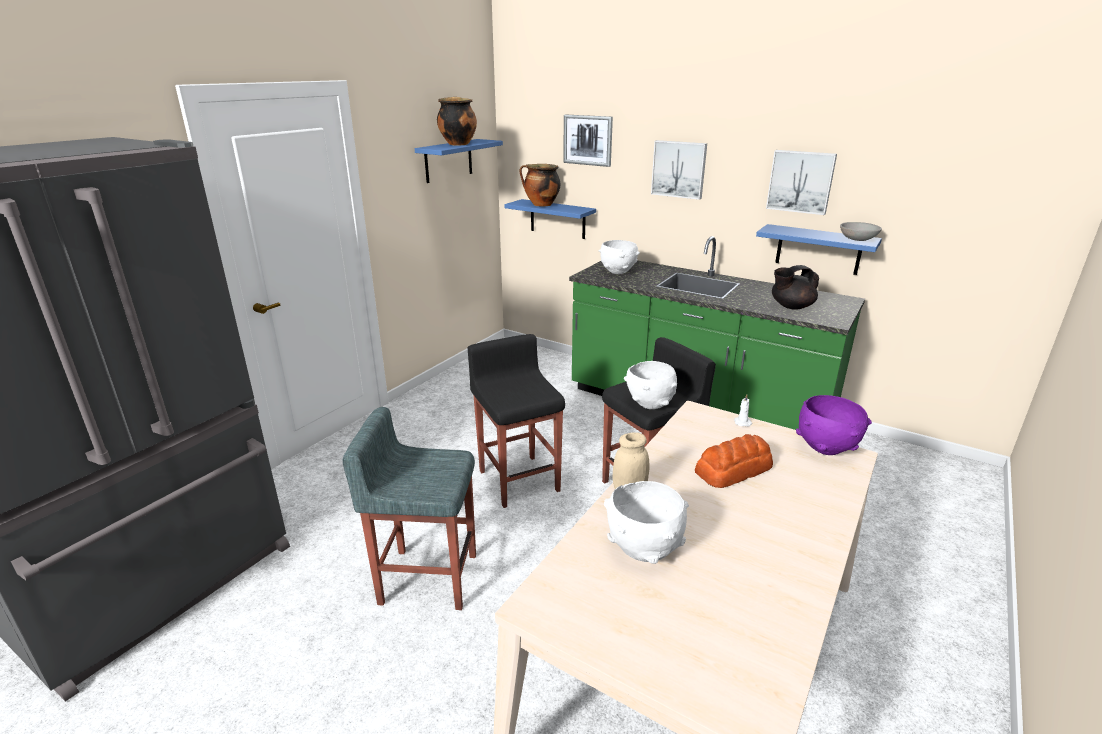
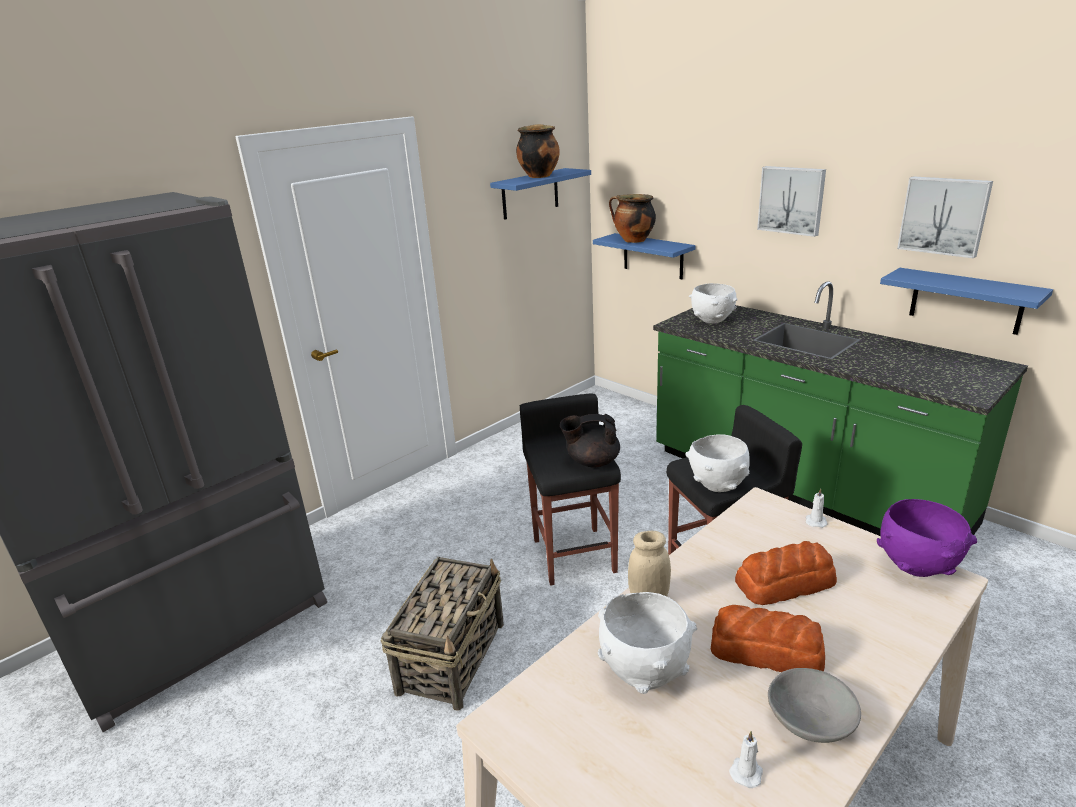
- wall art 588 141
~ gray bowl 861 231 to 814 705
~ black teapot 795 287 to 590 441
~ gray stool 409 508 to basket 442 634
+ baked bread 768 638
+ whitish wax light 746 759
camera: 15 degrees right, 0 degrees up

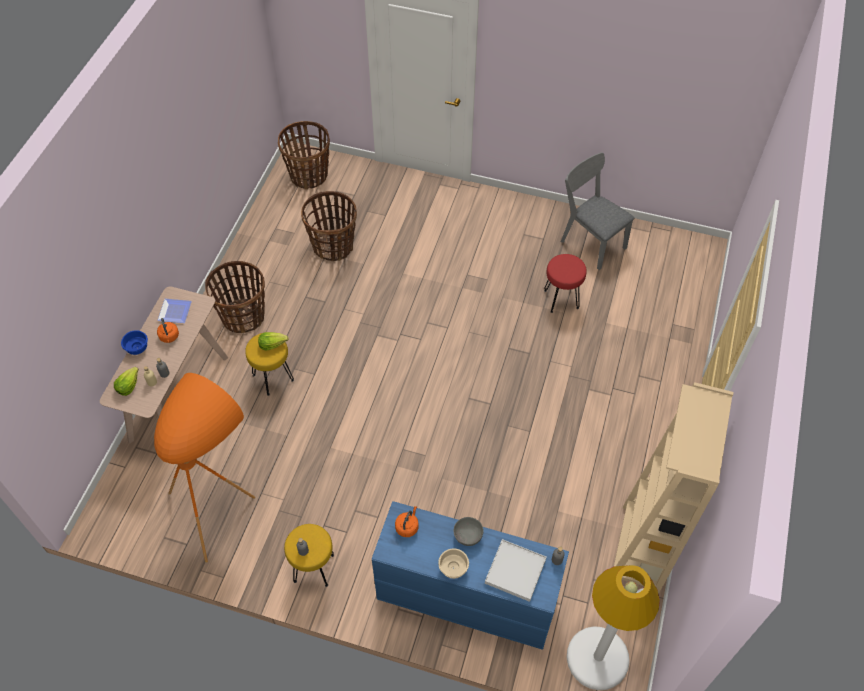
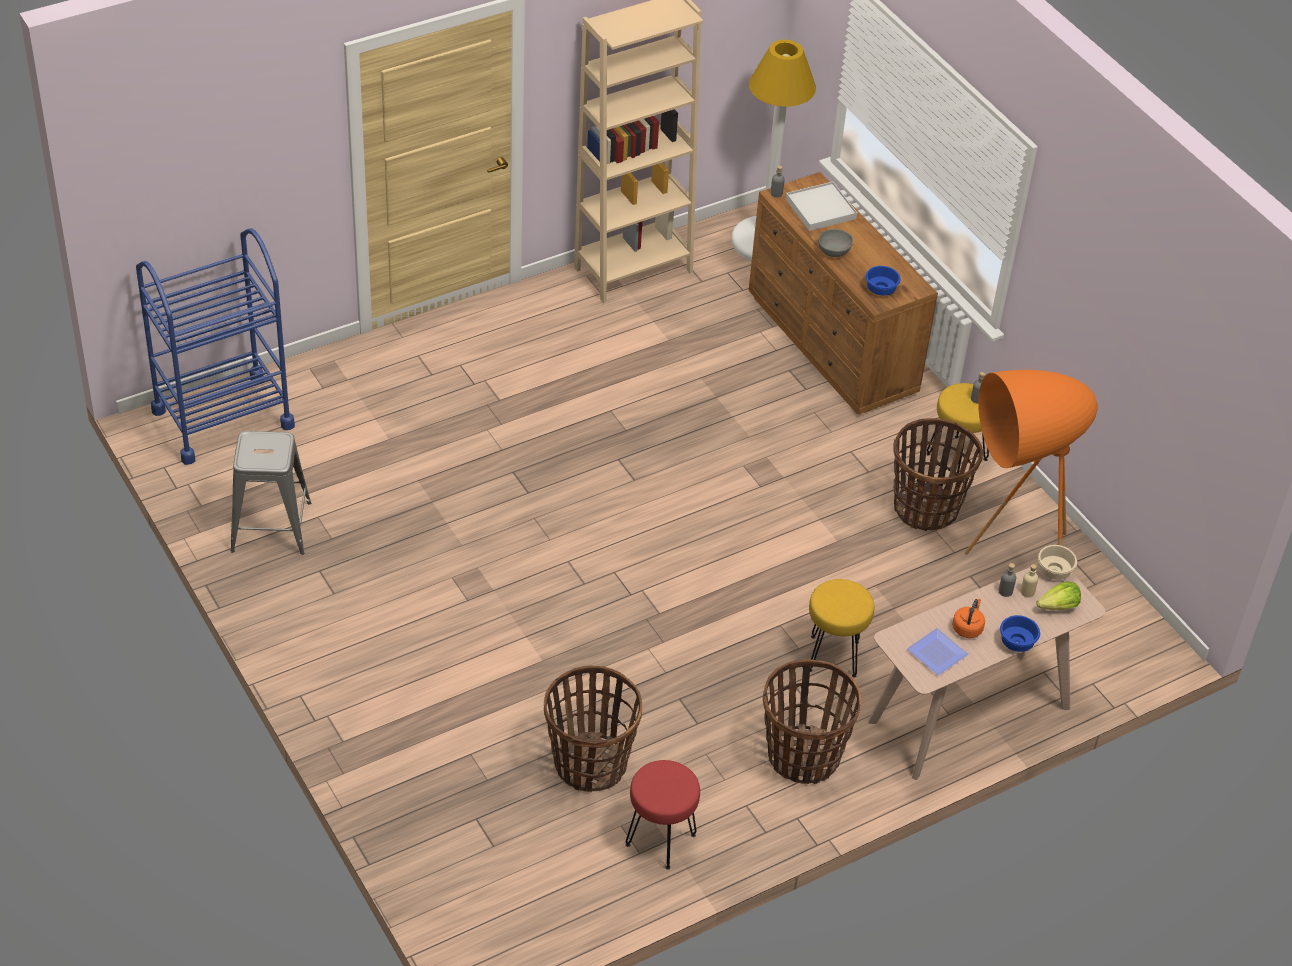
~ basket 304 155 to 938 474
~ gray plain chair 597 211 to gray stool 270 493
~ red-coloured stool 565 283 to 663 815
- lettuce head 273 341
~ bluish chest of drawers 470 575 to brown-coloured chest of drawers 843 293
~ orange water kettle 407 521 to bluish bowl 883 281
~ beige bowl 453 563 to 1057 562
+ bluish trolley 215 346
camera: 140 degrees left, 10 degrees down

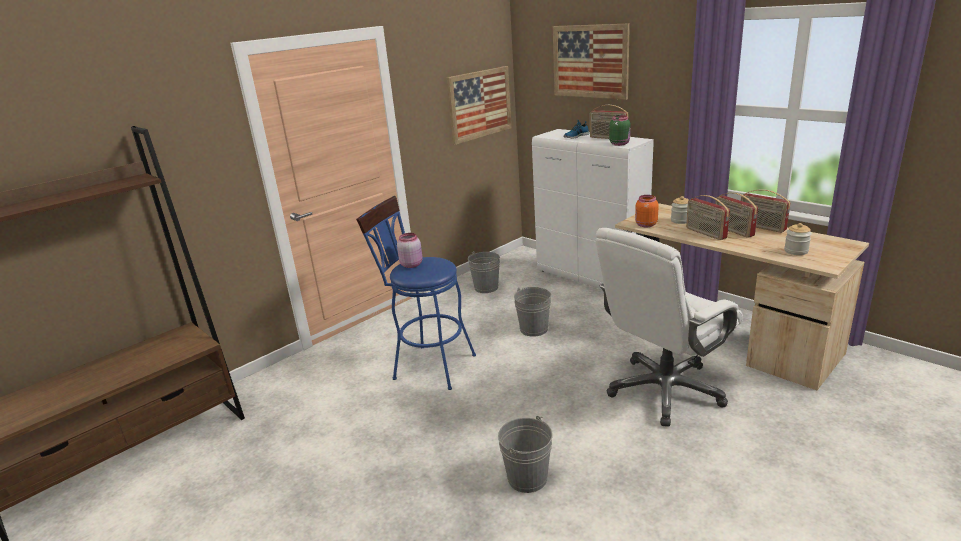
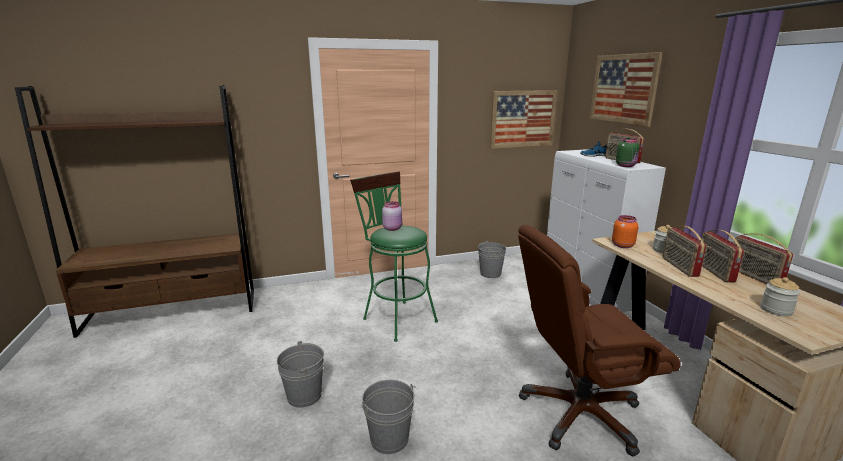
~ bluish stool 416 293 to green stool 394 256
~ whitish computer chair 669 327 to brown-coloured computer chair 599 340
~ gray water bucket 532 312 to 300 374
camera: 25 degrees right, 5 degrees down

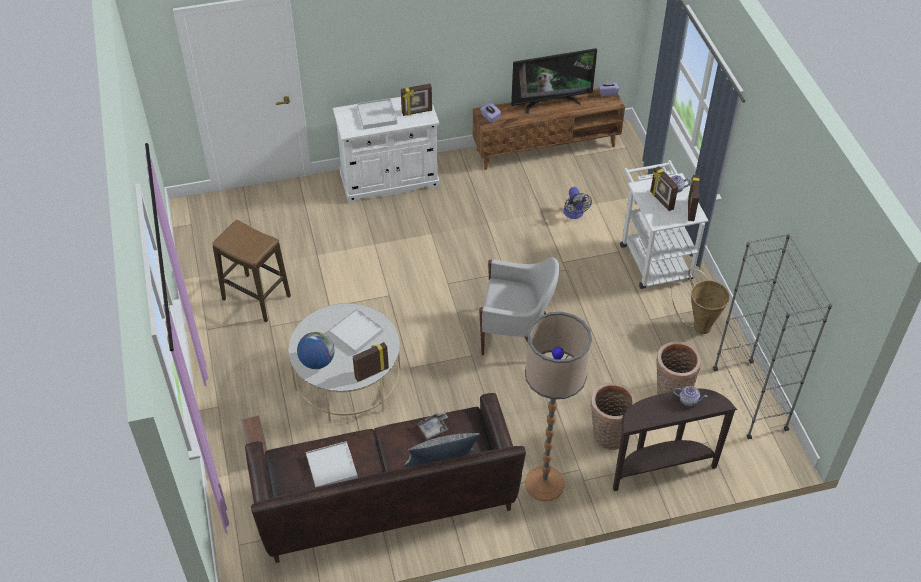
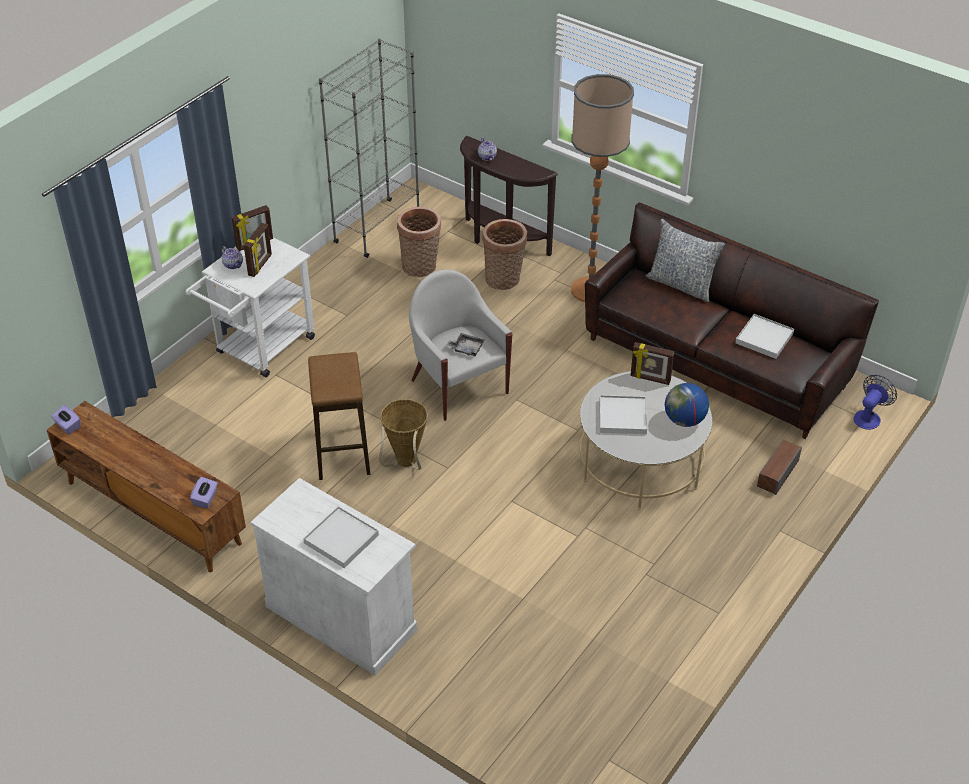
- TV 554 81
- standing frame 416 100
~ fan 577 203 to 875 402
~ stool 251 271 to 339 416
~ basket 700 301 to 403 434
~ gray serving tray 432 425 to 466 344
camera: 130 degrees left, 5 degrees down

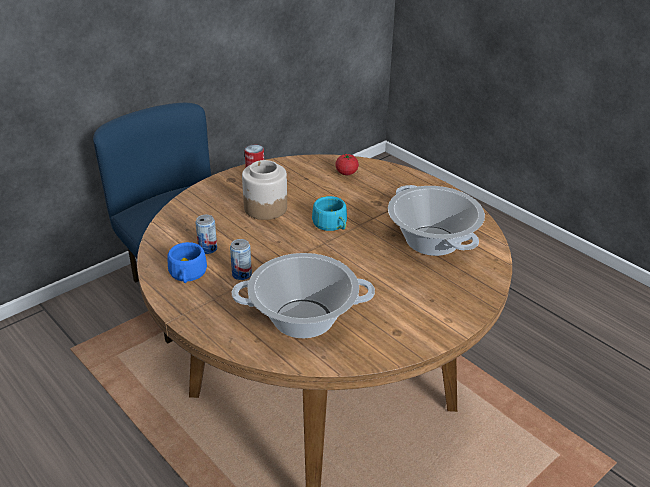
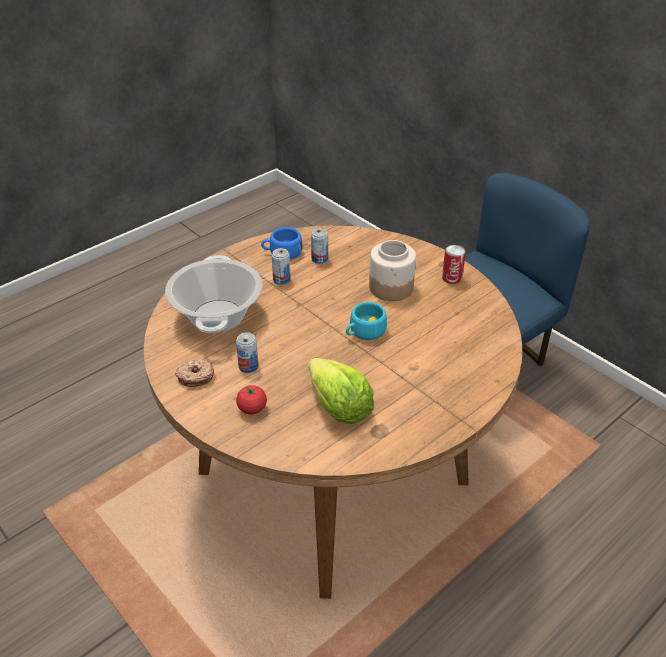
~ whole tomato 347 164 to 251 399
~ stockpot 436 220 to lettuce head 341 391
+ can 247 352
+ ring doughnut 194 373
camera: 90 degrees right, 5 degrees up

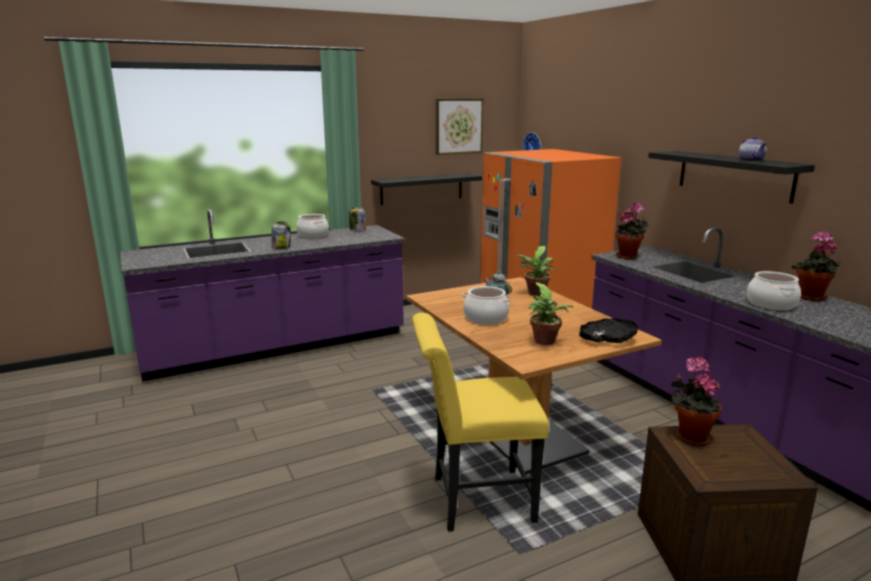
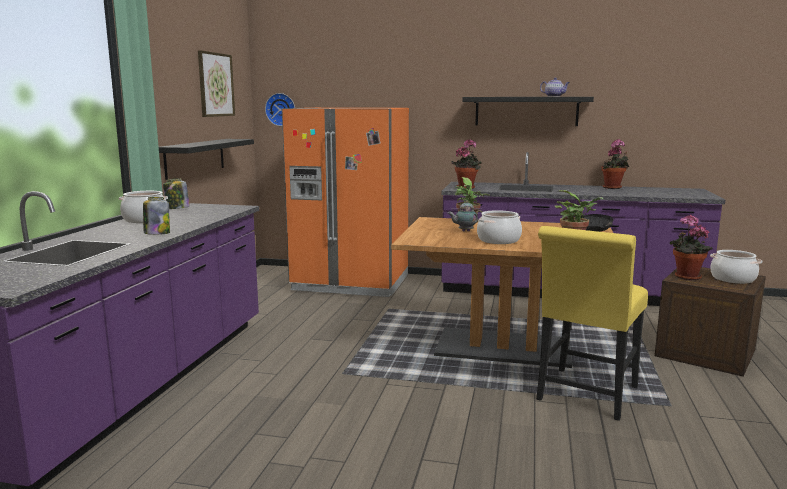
~ stockpot 774 290 to 736 267
camera: 50 degrees left, 5 degrees down

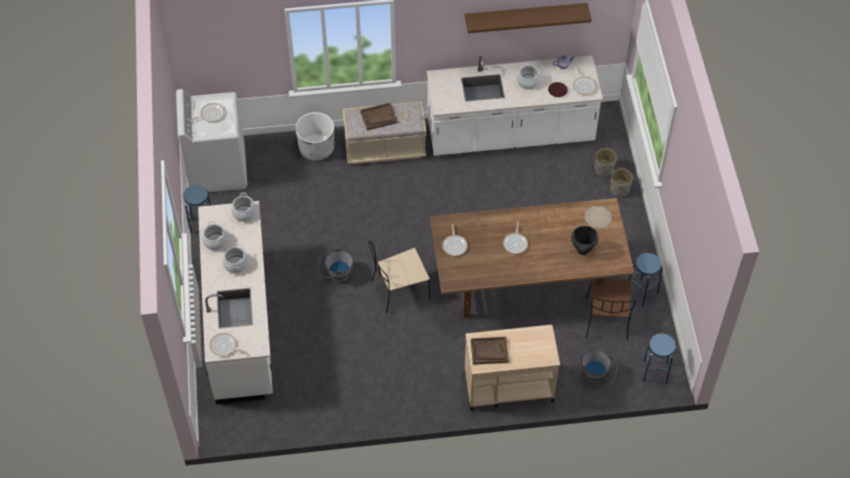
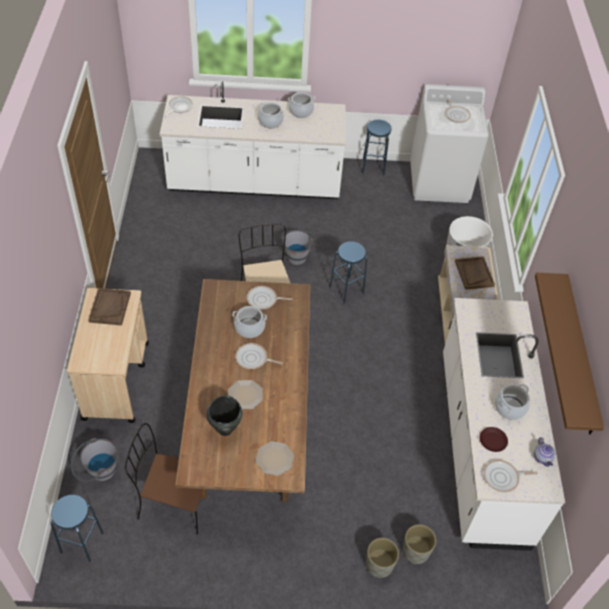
~ stockpot 244 207 to 249 322
~ bluish stool 646 280 to 348 272
+ plate 245 395
camera: 95 degrees right, 5 degrees down

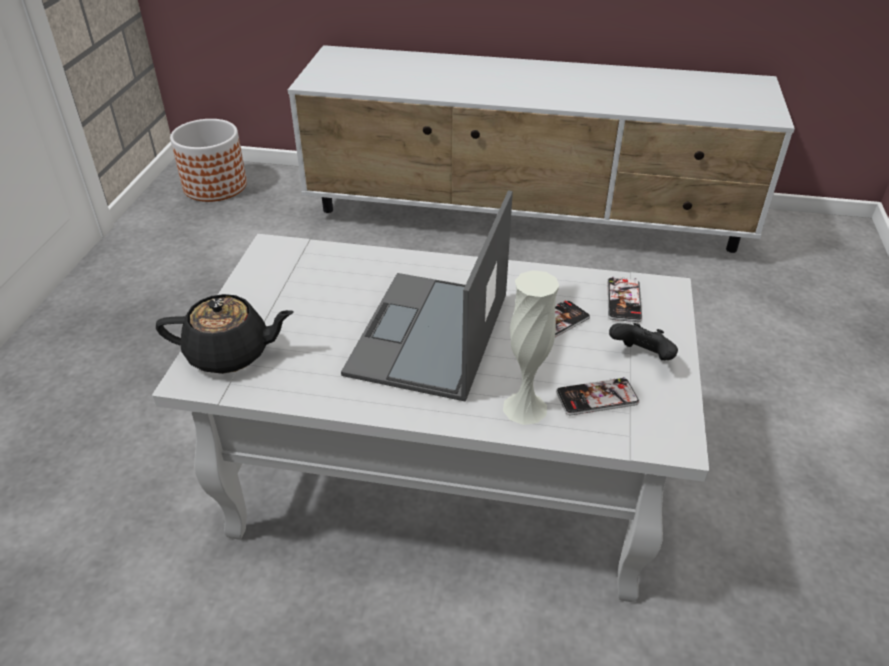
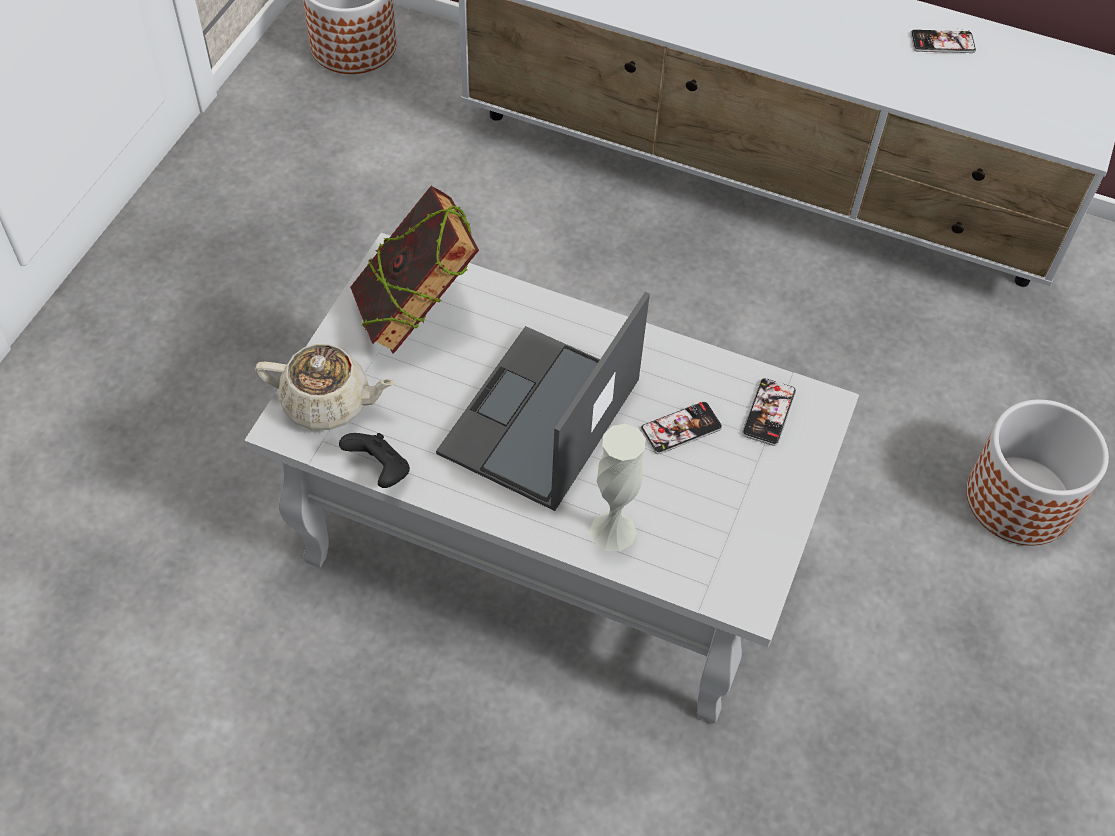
~ black teapot 225 334 to beige teapot 325 387
~ black game controller 643 341 to 374 460
~ phone 597 396 to 943 40
+ book 414 270
+ planter 1037 472
camera: 10 degrees right, 15 degrees up

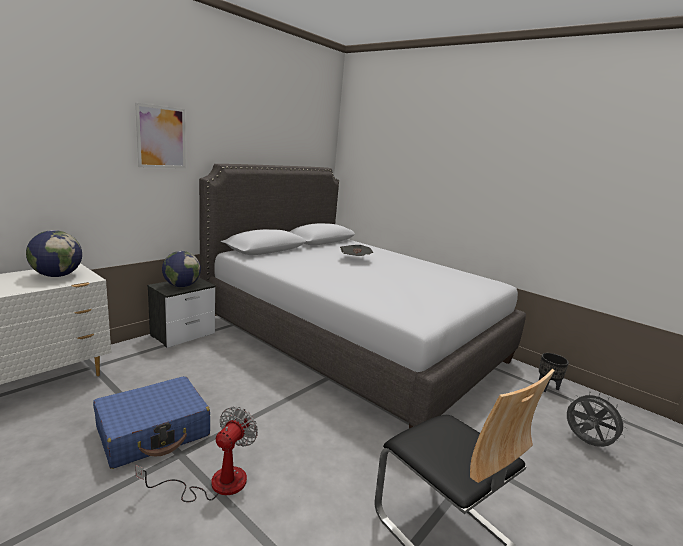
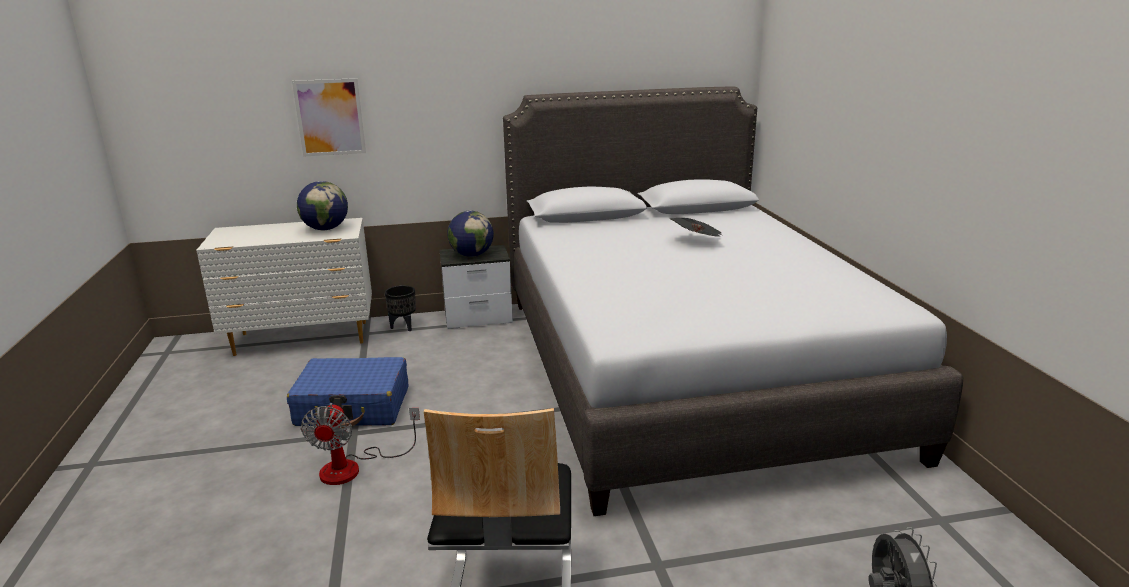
~ wall art 160 135 to 329 117
~ black planter 554 372 to 400 308
~ fan 196 454 = 360 444 120 degrees clockwise
camera: 40 degrees right, 5 degrees up

